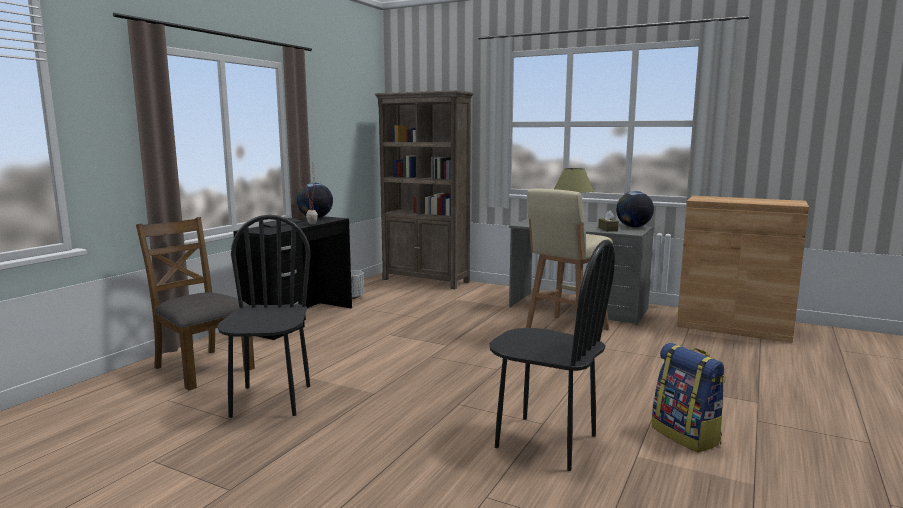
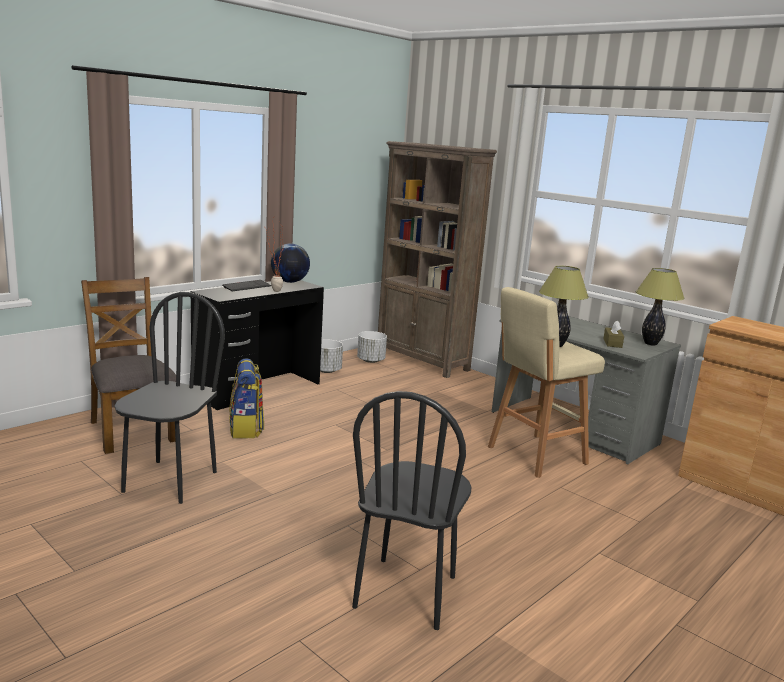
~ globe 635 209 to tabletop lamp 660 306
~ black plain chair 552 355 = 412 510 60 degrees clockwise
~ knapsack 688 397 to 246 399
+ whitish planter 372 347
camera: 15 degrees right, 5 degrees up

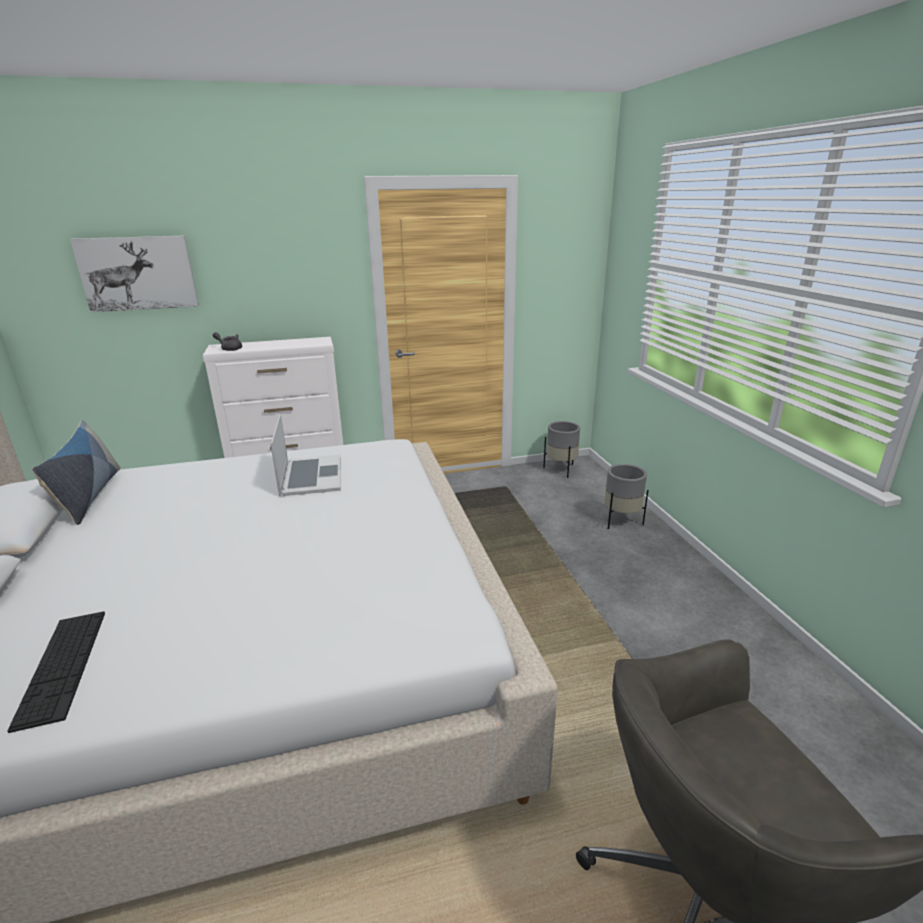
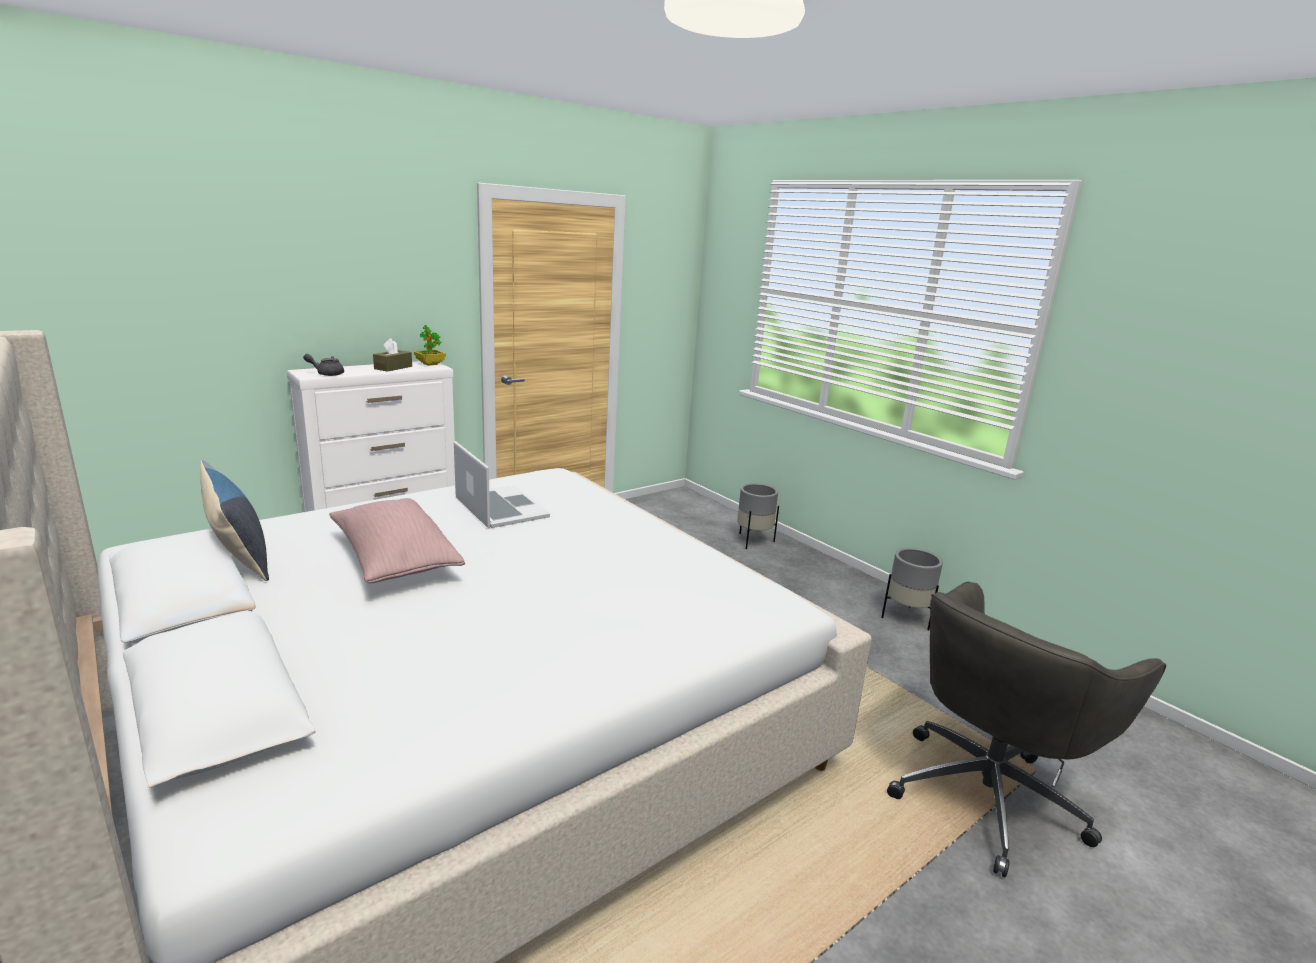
- wall art 134 273
~ gray planter 561 449 to 912 589
- PC keyboard 56 672
+ potted plant 430 345
+ brown-coloured tissue box 392 355
+ pinkish cushion 397 540
camera: 25 degrees left, 5 degrees down

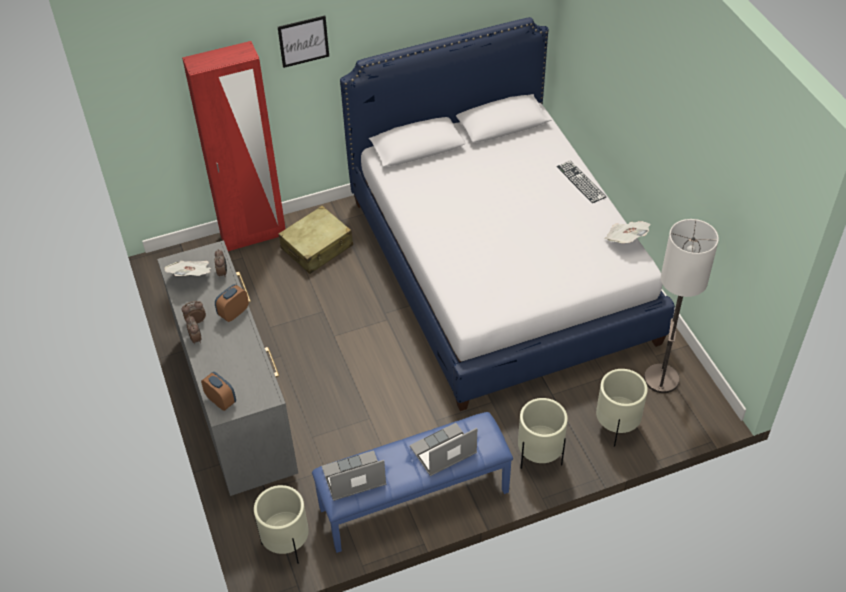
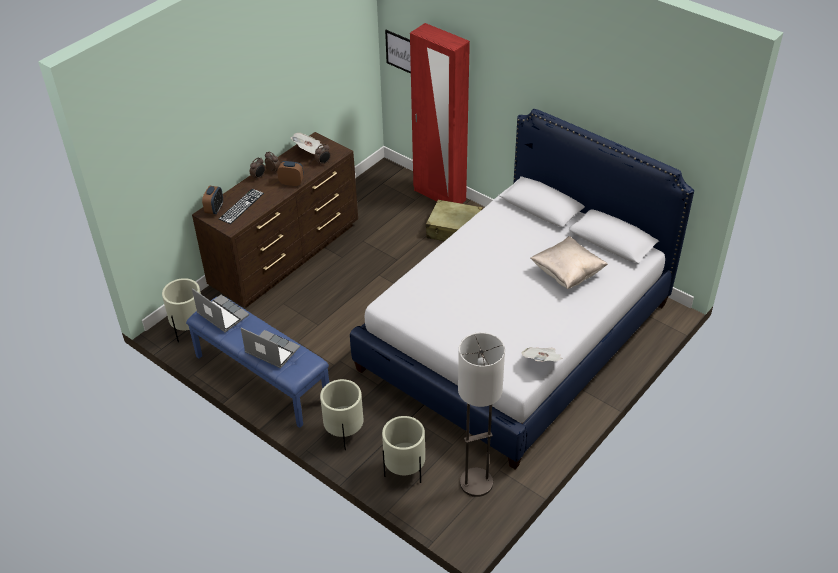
~ wall art 303 42 to 398 52
~ PC keyboard 581 181 to 241 206
~ gray chest of drawers 227 368 to brown-coloured chest of drawers 275 220
+ beige cushion 569 262
camera: 60 degrees right, 5 degrees down

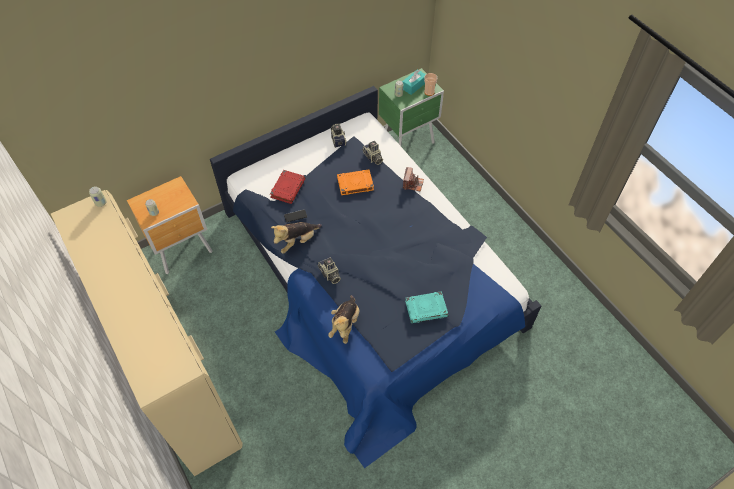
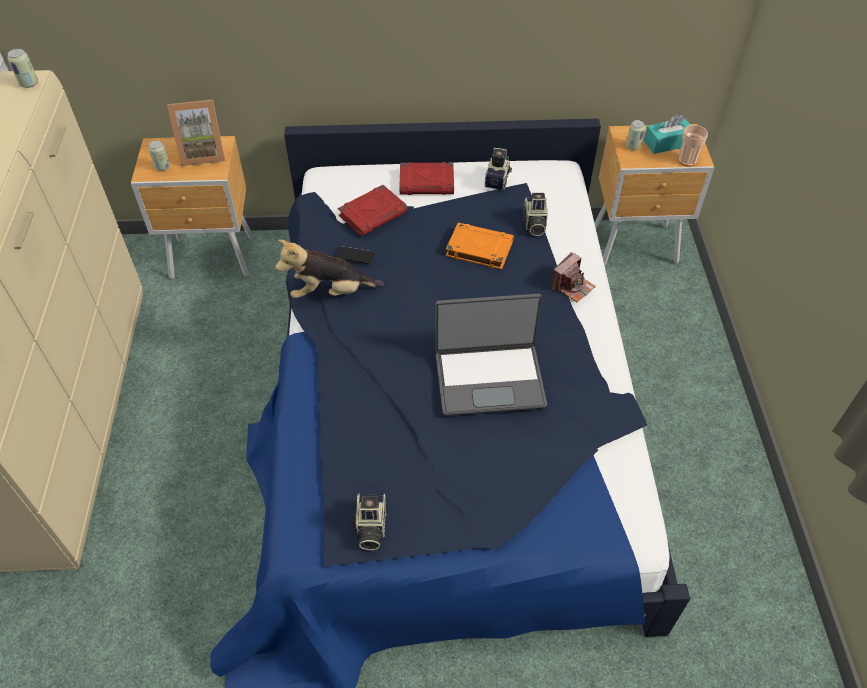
~ green nightstand 411 107 to brown-coloured nightstand 654 194
~ photo camera 329 270 to 369 522
- turquoise-coloured book 426 307
- cuddly toy 343 319
+ standing frame 196 132
+ red-coloured book 427 178
+ portable computer 491 355
camera: 30 degrees right, 5 degrees down

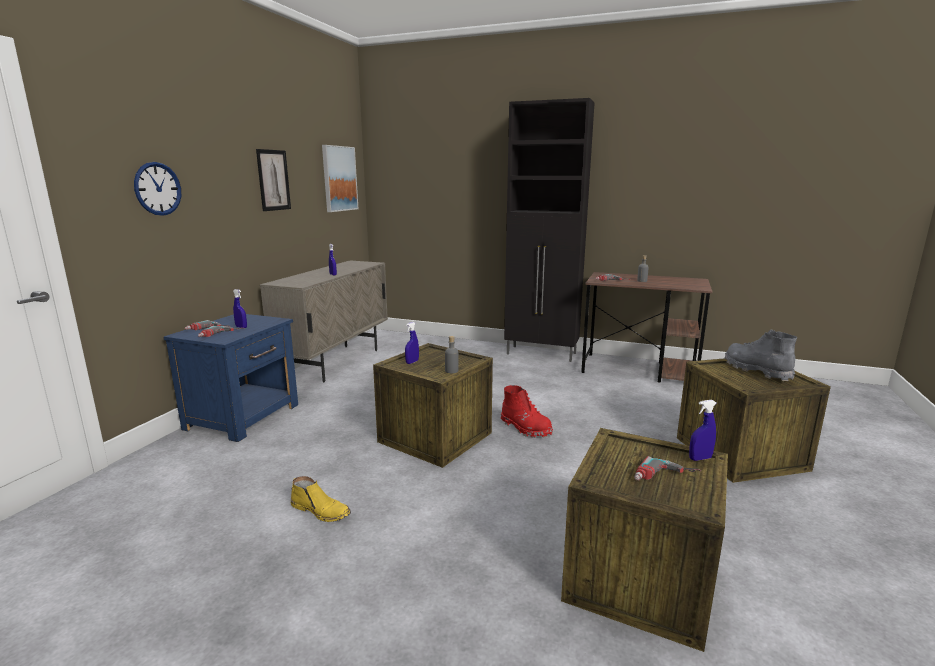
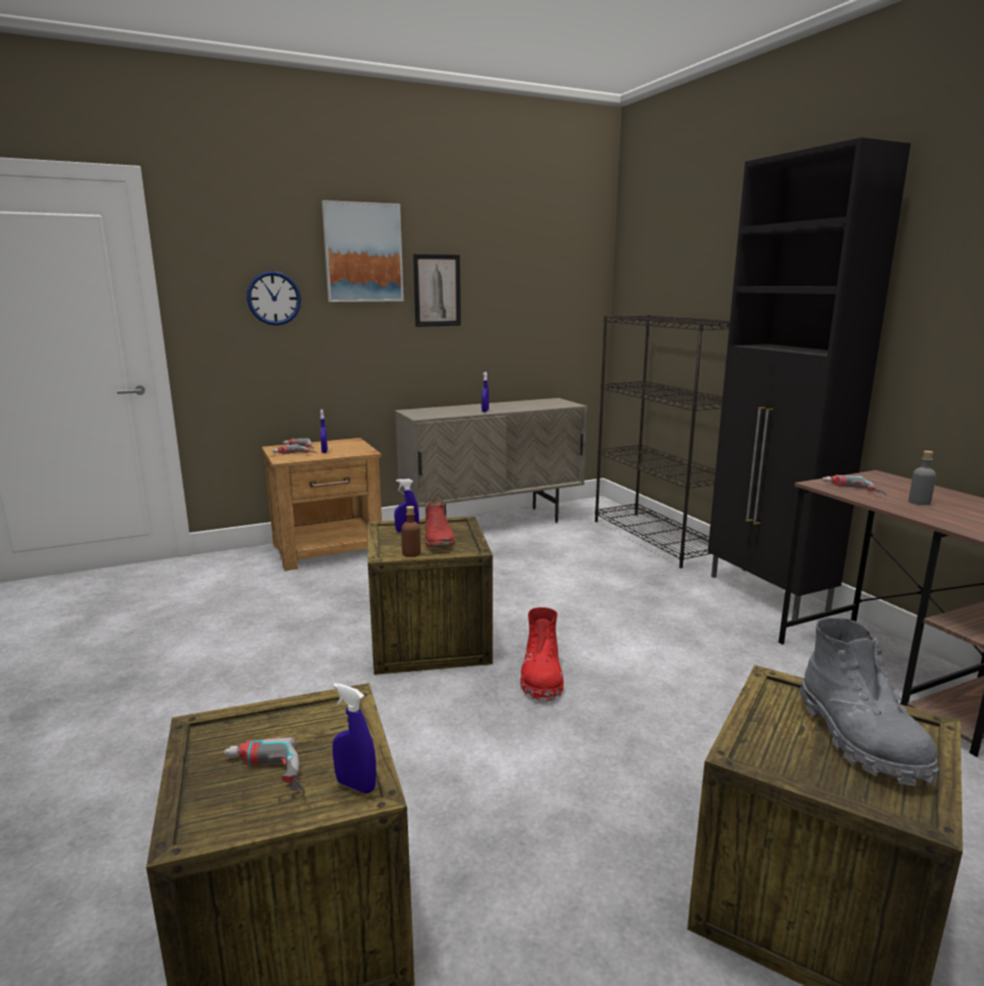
~ wall art 340 178 to 363 251
~ bluish nightstand 230 378 to brown-coloured nightstand 321 504
~ gray tall boot 761 355 = 869 701 150 degrees clockwise
~ gray drink bottle 452 354 to brown-coloured drink bottle 411 531
- yellowish tall boot 321 499
+ black shelving unit 662 441
+ red-coloured tall boot 440 523
camera: 45 degrees right, 0 degrees up

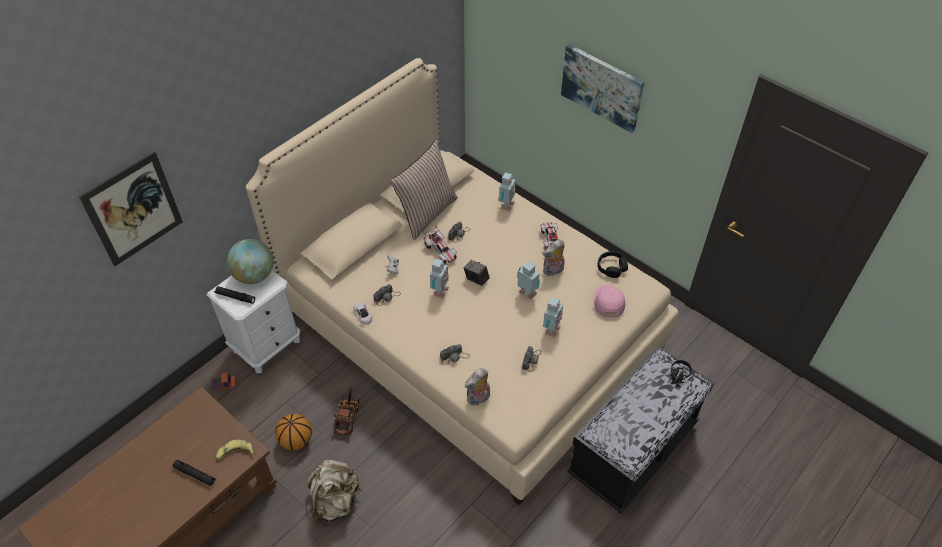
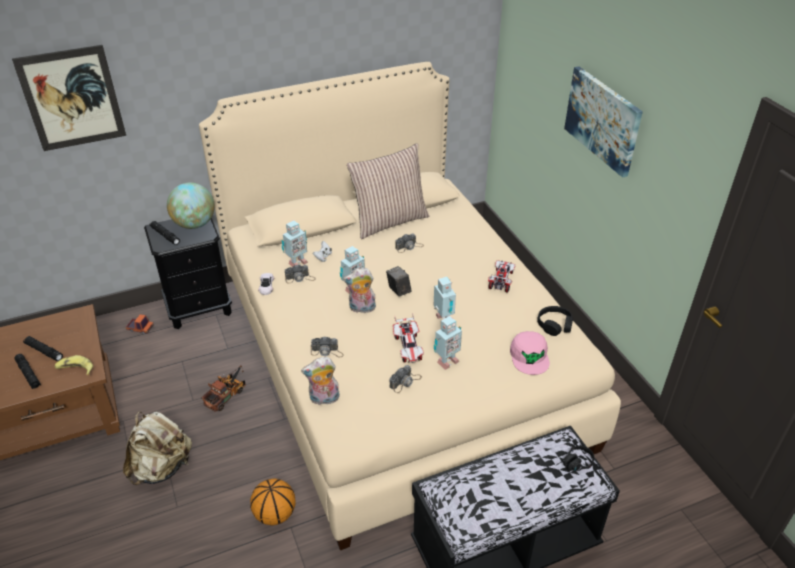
~ robot figure 507 191 to 294 243
~ miniature car 440 244 to 408 338
~ cuddly toy 554 258 to 359 290
~ whitish nightstand 253 321 to black nightstand 188 273
~ pinkish cap 609 301 = 530 353 150 degrees clockwise
~ basketball ball 293 432 to 273 501
+ black torch 43 348
camera: 25 degrees right, 10 degrees down

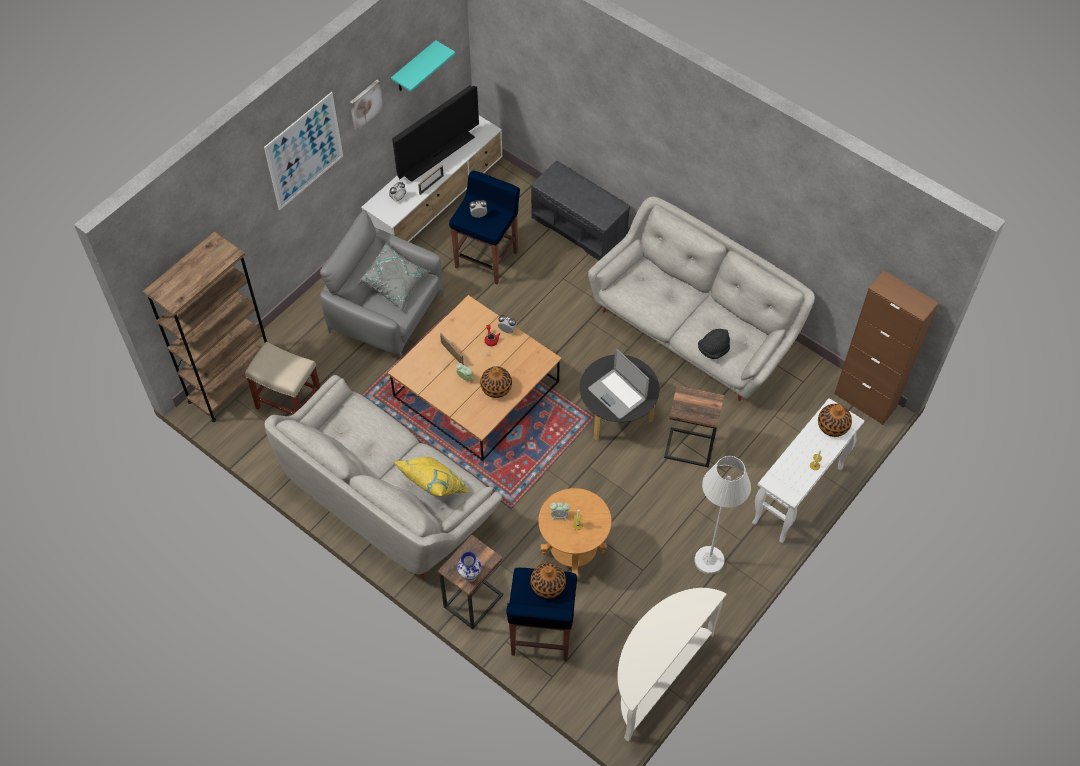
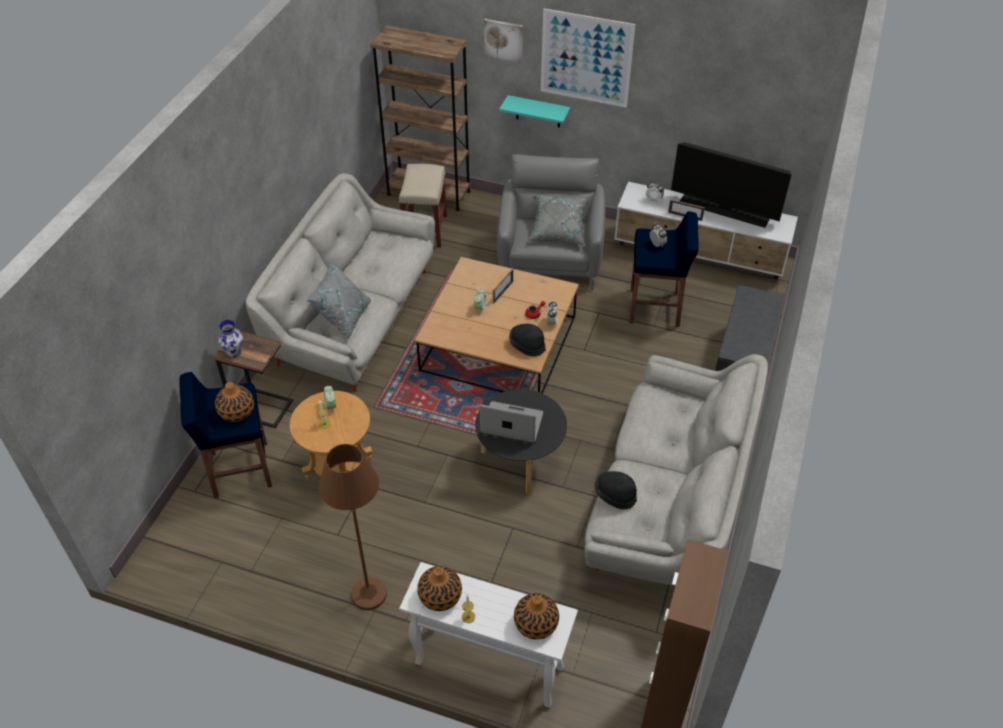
~ turquoise-coloured shelf 423 66 to 534 111
~ wall art 366 105 to 503 41
~ portable computer 618 384 = 511 422 75 degrees clockwise
~ vase 496 382 to 439 588
- accent table 694 426
~ whitish floor lamp 722 515 to brown-coloured floor lamp 353 527
~ yellowish cushion 431 477 to gray cushion 338 300
- whitish narrow table 672 665
+ black clothing hat 527 340
camera: 70 degrees right, 10 degrees down

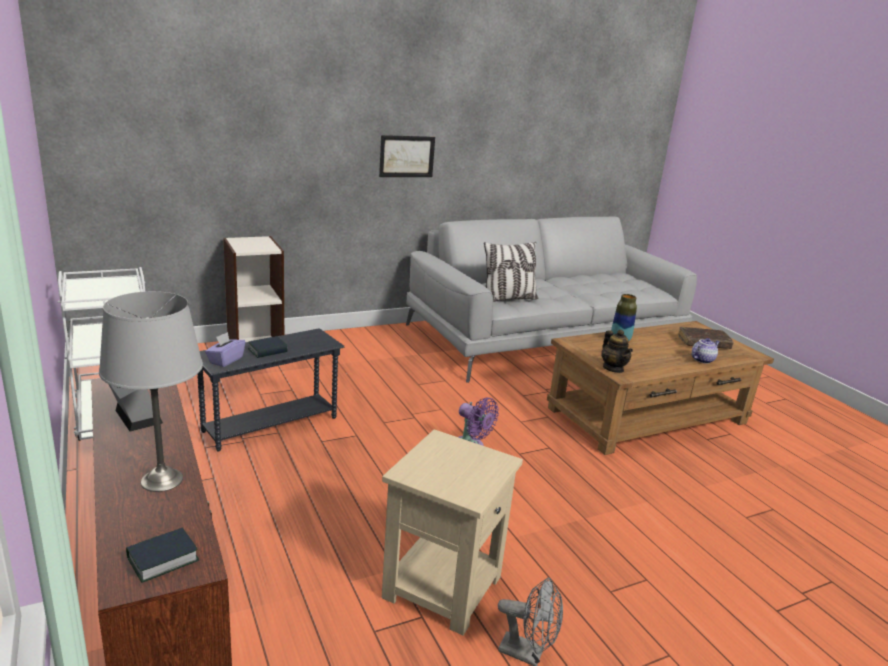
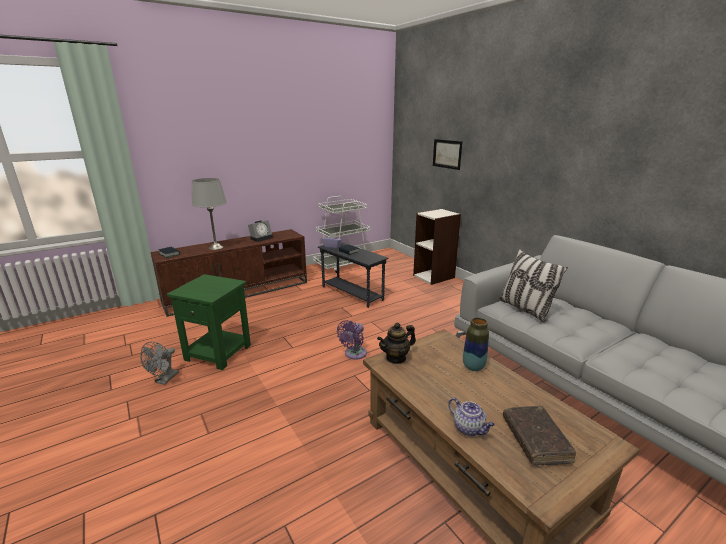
~ wall art 407 156 to 447 154
~ beige accent table 452 532 to green accent table 209 322
camera: 85 degrees right, 0 degrees up

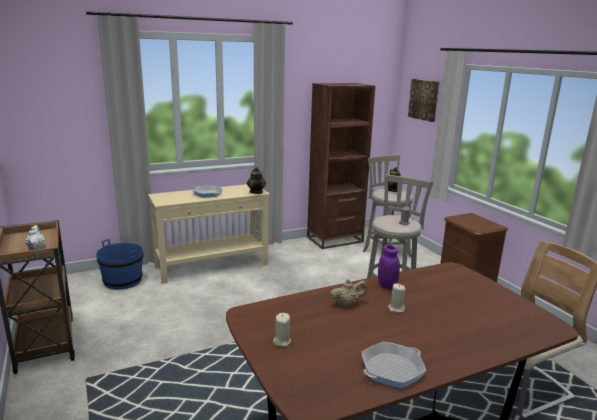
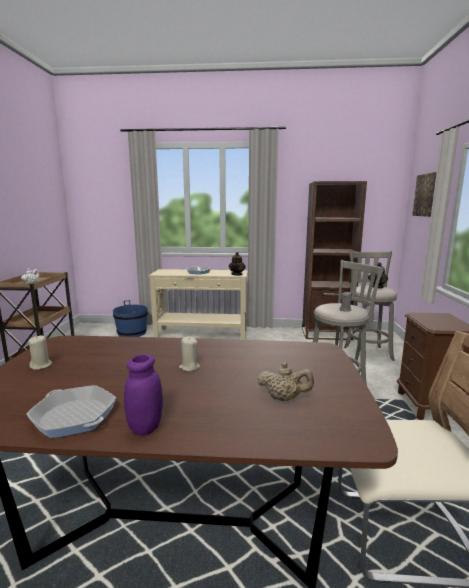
~ purplish preserve jar 389 267 to 143 395
~ beige teapot 348 292 to 285 381
~ pan 394 365 = 71 411 45 degrees clockwise
camera: 30 degrees right, 5 degrees down

